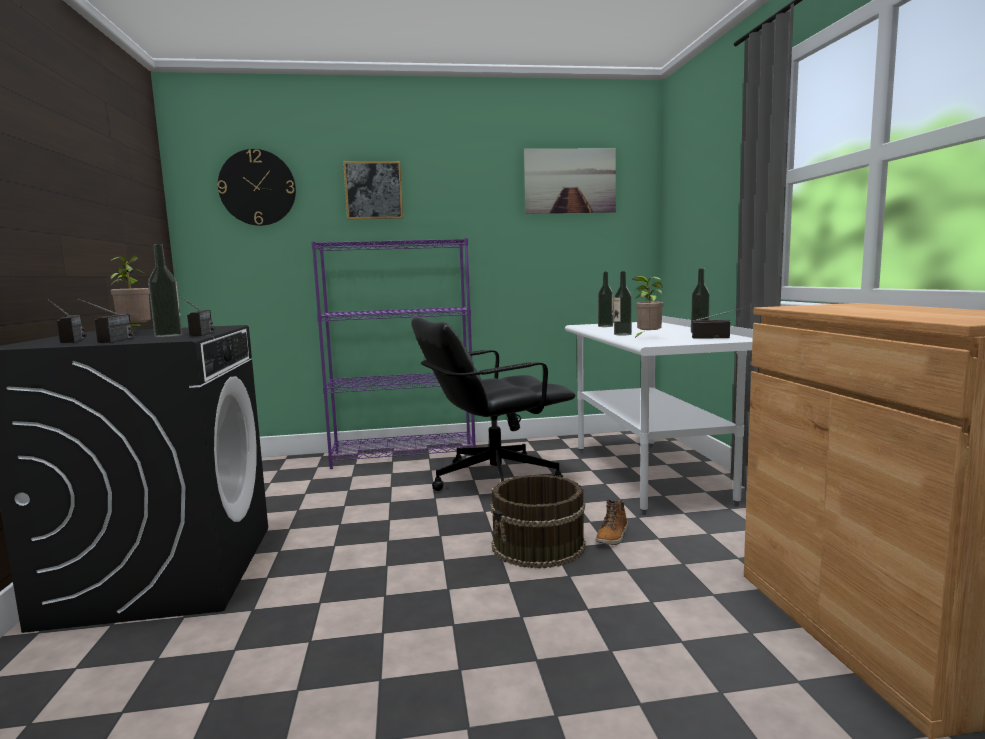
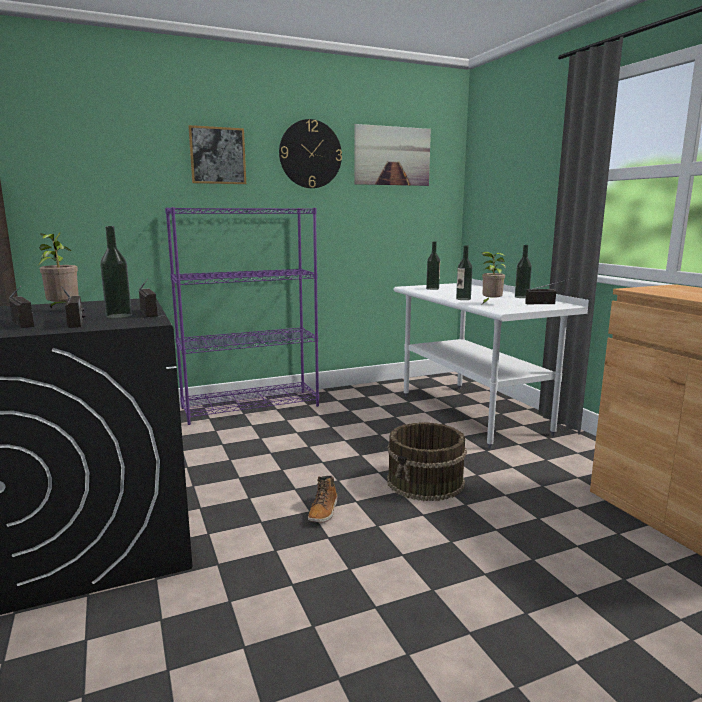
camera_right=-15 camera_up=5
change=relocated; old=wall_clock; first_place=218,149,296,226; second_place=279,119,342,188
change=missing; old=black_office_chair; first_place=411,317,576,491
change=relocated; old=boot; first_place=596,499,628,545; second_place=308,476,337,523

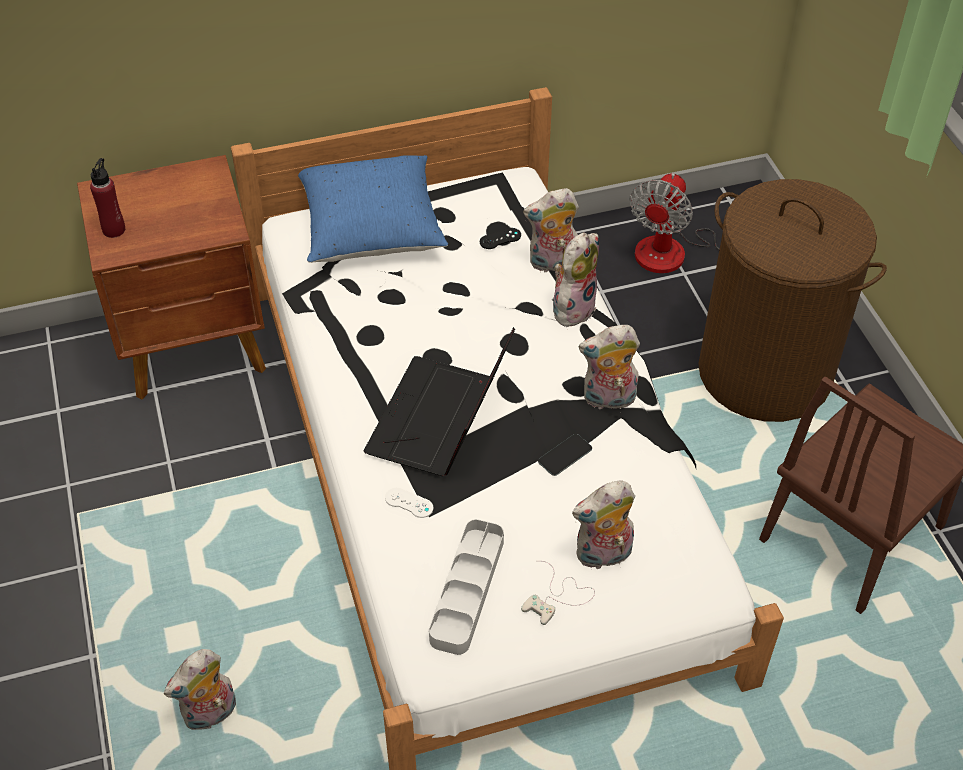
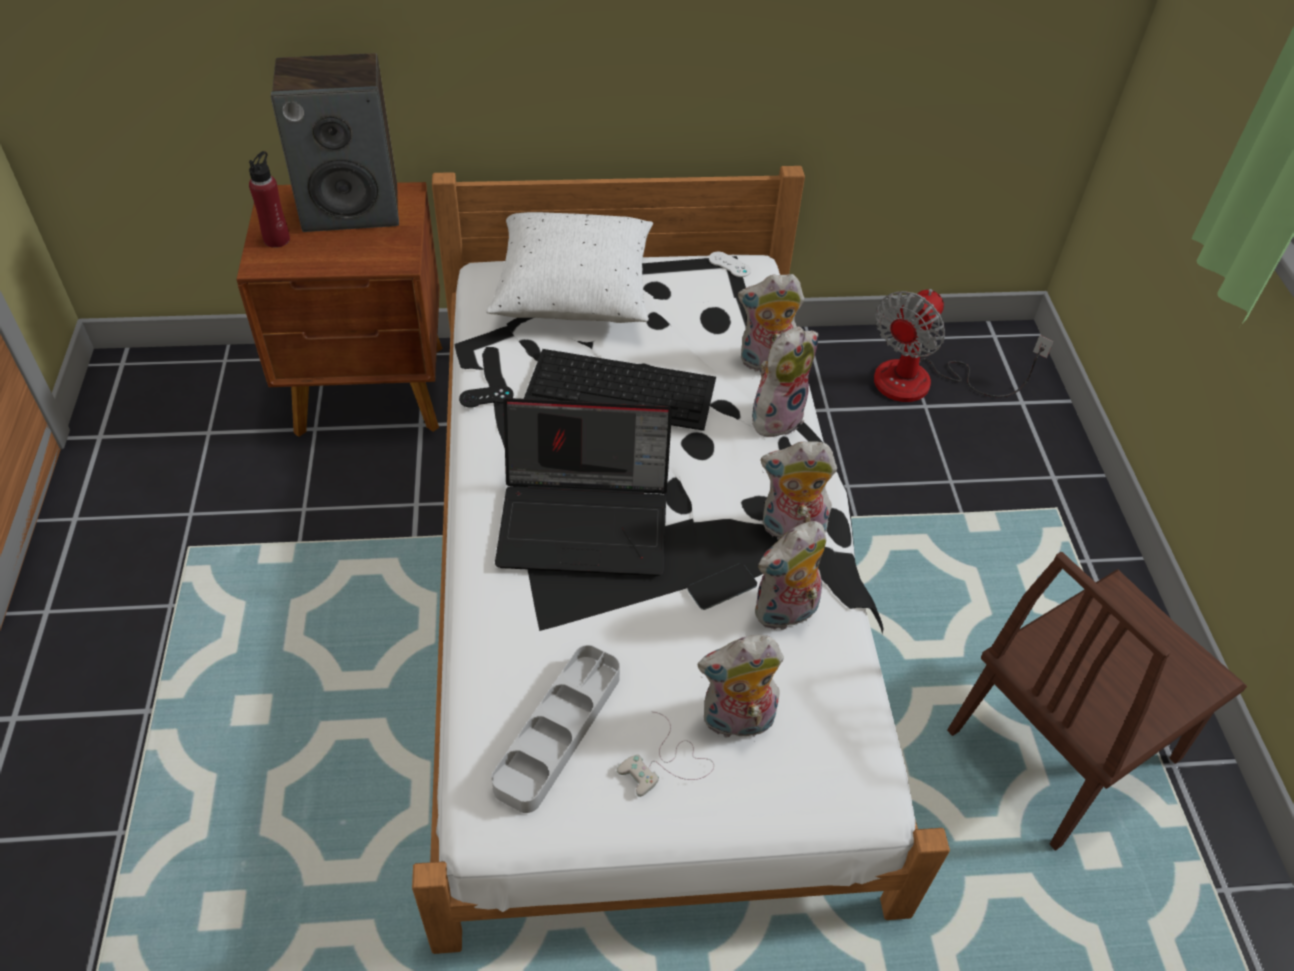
camera_right=10 camera_up=0
change=colour; old=blue_pillow; new=white_pillow; first_place=298,155,448,263; second_place=486,212,653,323
change=missing; old=brown_laundry_basket; first_place=698,179,887,422
change=relocated; old=black_game_controller; first_place=480,228,521,249; second_place=459,386,514,408
change=spun; old=laptop; first_place=364,327,515,476; second_place=495,398,672,576; degrees=-120
change=relocated; old=white_game_controller; first_place=385,488,433,518; second_place=709,252,751,277
change=relocated; old=plush_toy; first_place=164,649,236,730; second_place=755,521,826,630
change=appeared; new=speaker; second_place=271,53,399,232
change=appeared; new=keyboard; second_place=524,349,716,431

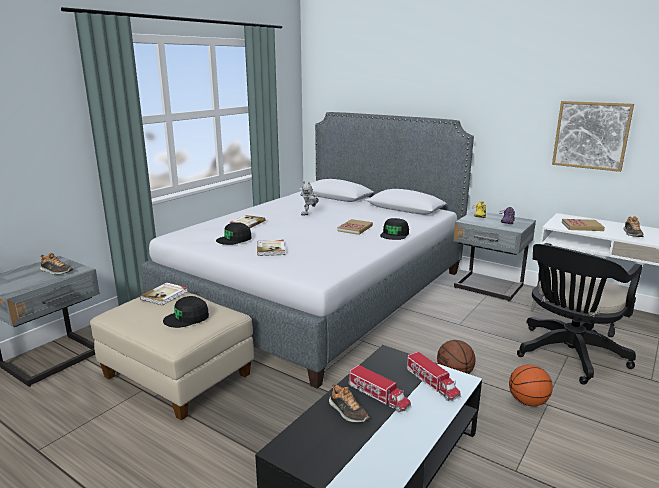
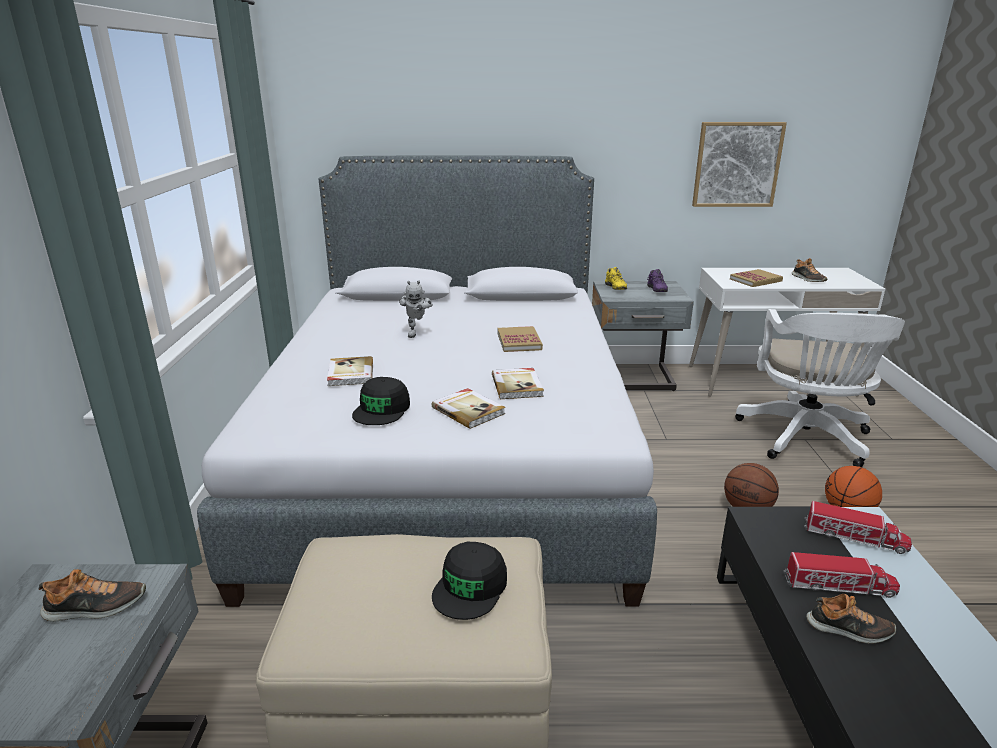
camera_right=-35 camera_up=5
change=missing; old=black_cap; first_place=380,218,409,240
change=colour; old=black_office_chair; new=white_office_chair; first_place=517,243,642,385; second_place=735,309,905,467
change=relocated; old=book; first_place=140,283,188,306; second_place=492,368,544,399

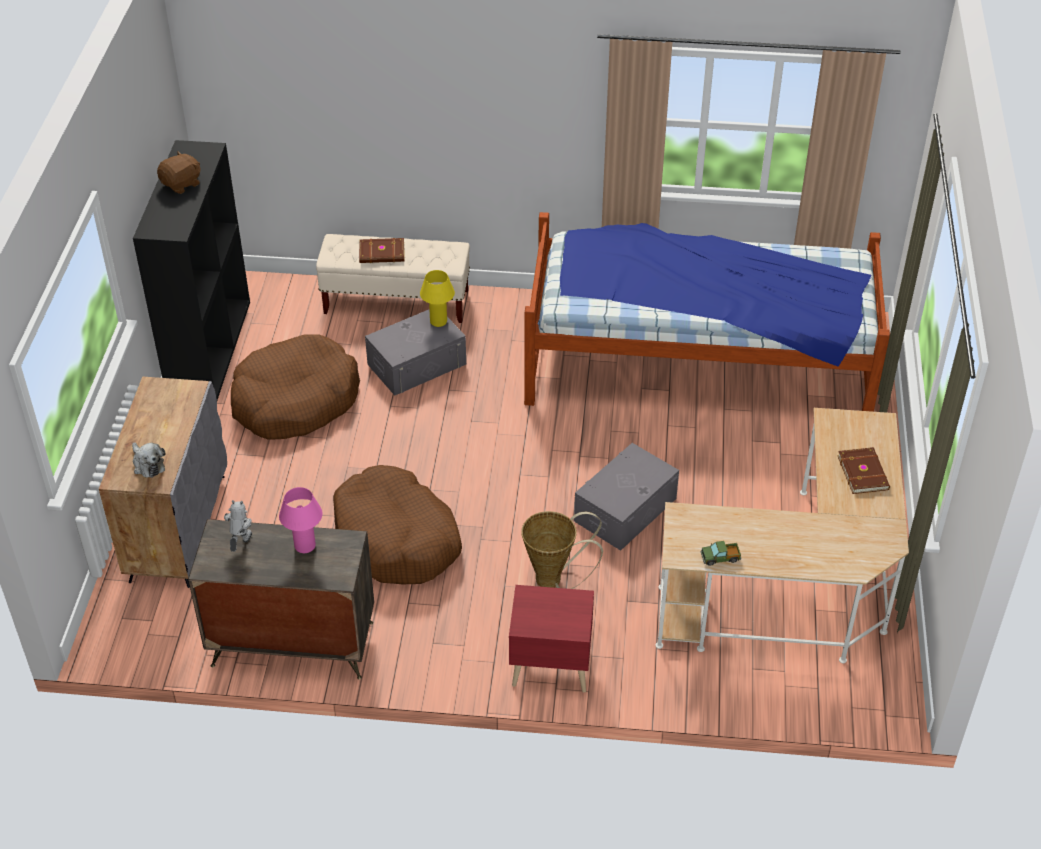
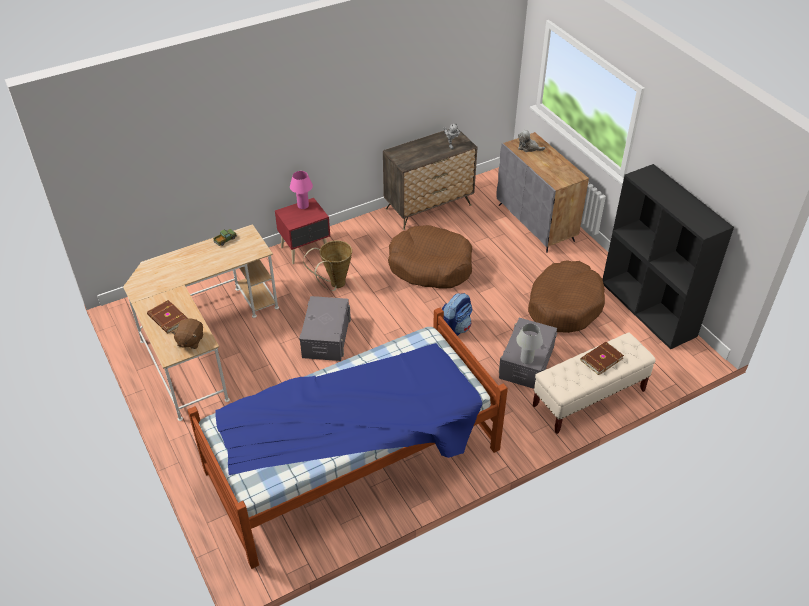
camera_right=145 camera_up=0
change=relocated; old=brown_plush_toy; first_place=157,152,200,194; second_place=172,318,203,349
change=colour; old=yellow_table_lamp; new=white_table_lamp; first_place=420,270,455,327; second_place=516,323,543,364
change=relocated; old=pink_table_lamp; first_place=279,487,323,553; second_place=290,171,313,209
change=appeared; new=backpack; second_place=442,293,472,336

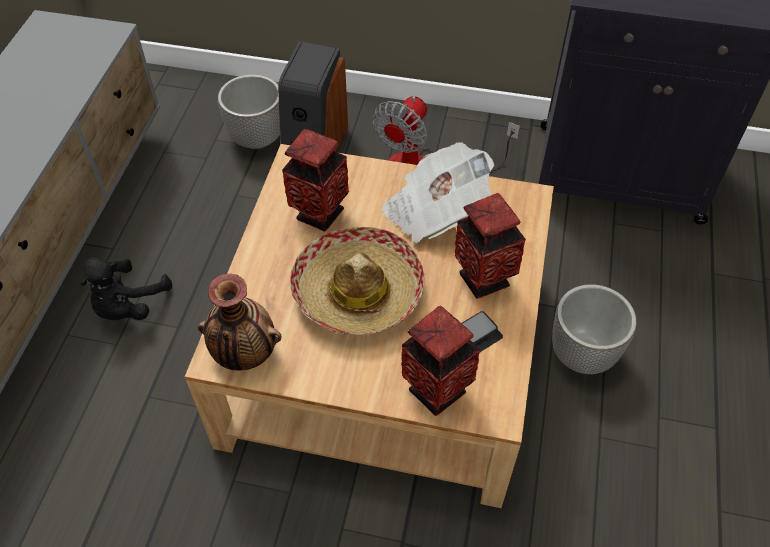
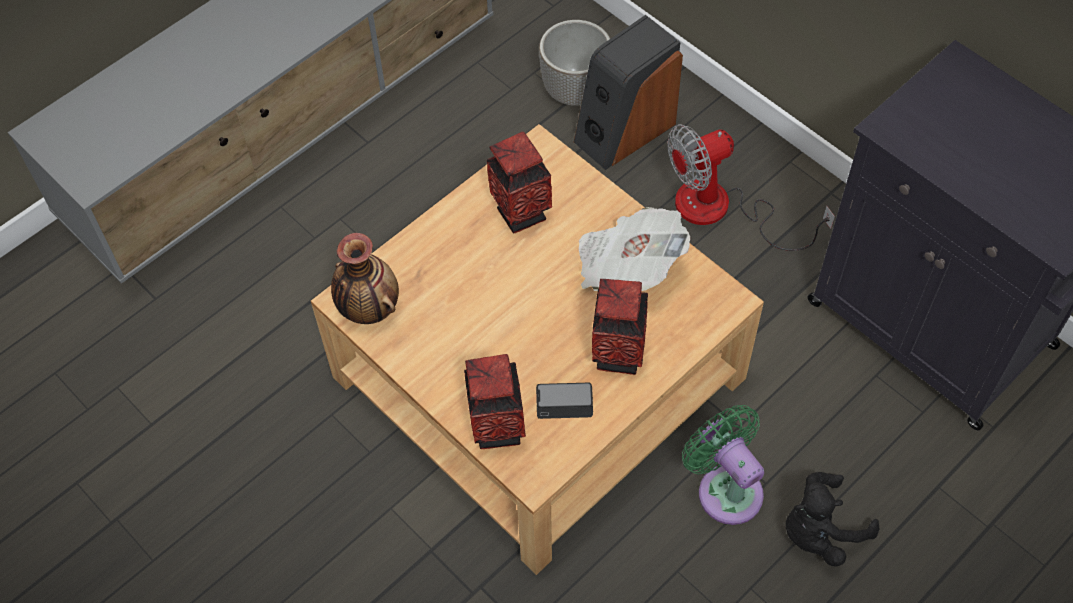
camera_right=35 camera_up=5
change=missing; old=hat; first_place=290,227,425,335
change=relocated; old=black_plush_toy; first_place=80,257,172,320; second_place=786,472,880,567
change=exchanged; old=planter; new=green_fan; first_place=552,284,637,374; second_place=682,405,764,525

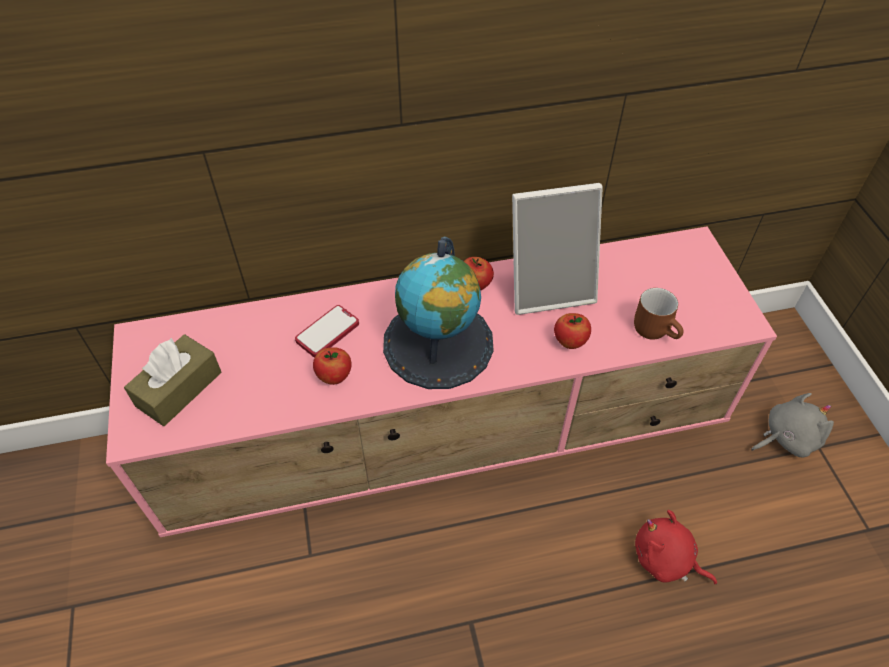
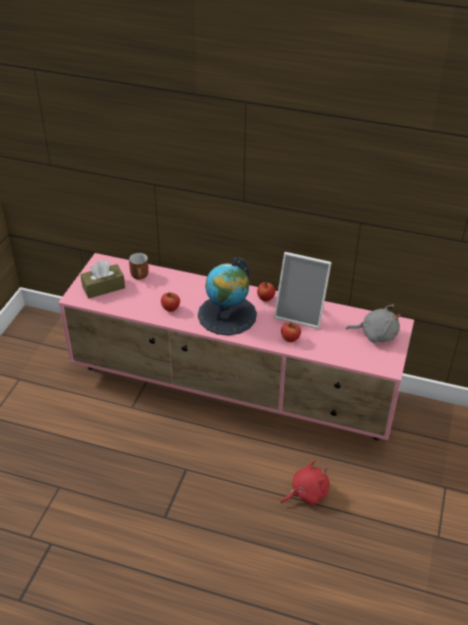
camera_right=30 camera_up=-10
change=relocated; old=brown_mug; first_place=634,288,684,340; second_place=129,253,149,280
change=missing; old=phone; first_place=295,305,359,357
change=relocated; old=grey_plush_toy; first_place=751,393,834,457; second_place=346,305,401,343
change=spun; old=red_plush_toy; first_place=635,510,717,584; second_place=281,460,330,505; degrees=90

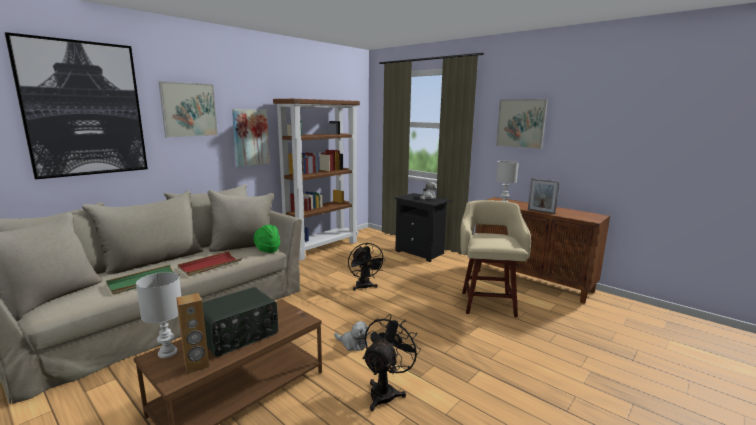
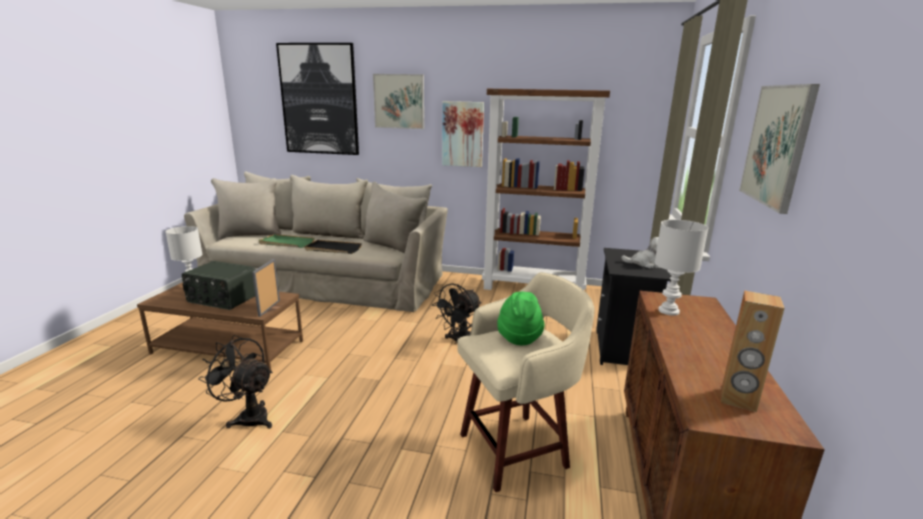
camera_right=60 camera_up=5
change=relocated; old=picture_frame; first_place=528,178,559,214; second_place=252,259,280,317
change=relocated; old=green_hat; first_place=253,225,280,253; second_place=497,291,545,345
change=colour; old=red_tray; new=black_tray; first_place=178,251,242,276; second_place=305,240,362,254
change=relocated; old=brown_speaker; first_place=176,293,209,374; second_place=721,290,785,412
change=spun; old=black_fan; first_place=362,314,421,411; second_place=198,335,273,429; degrees=-150
change=missing; old=plush_toy; first_place=334,321,369,351

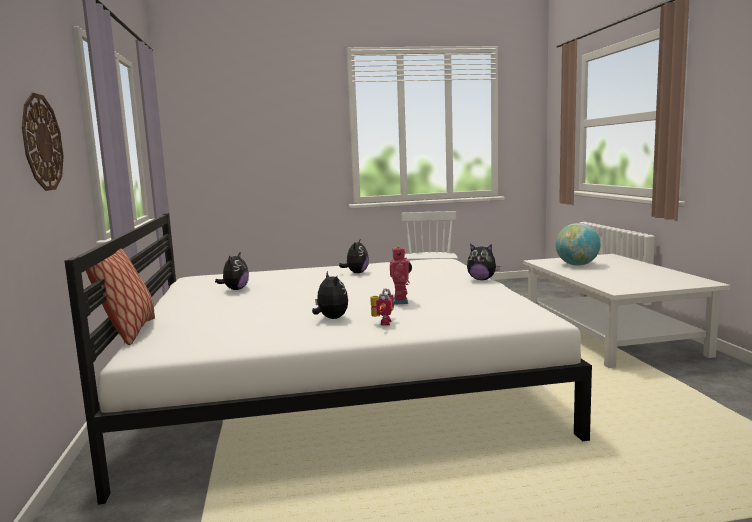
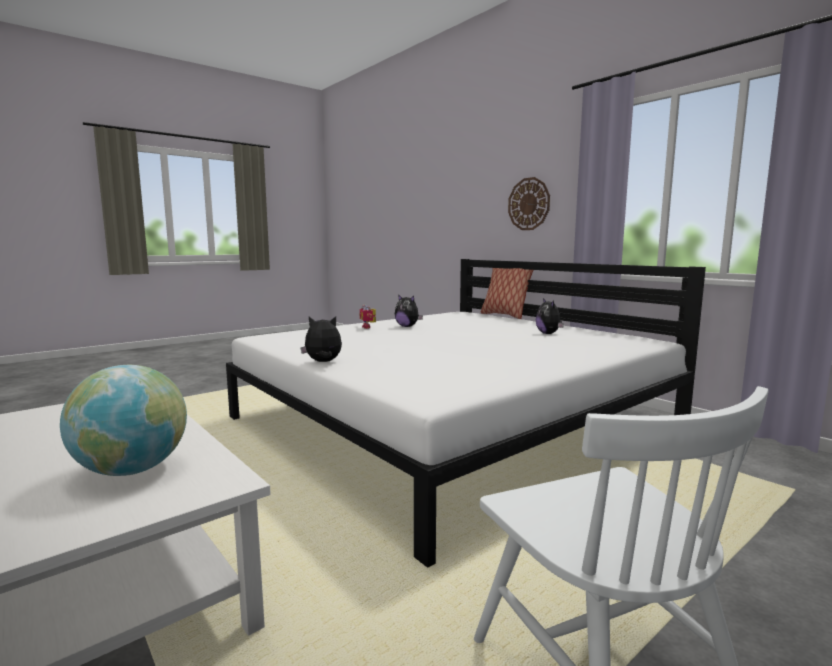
camera_right=150 camera_up=0
change=missing; old=plush_toy; first_place=339,240,369,273
change=missing; old=toy_robot; first_place=390,245,412,305

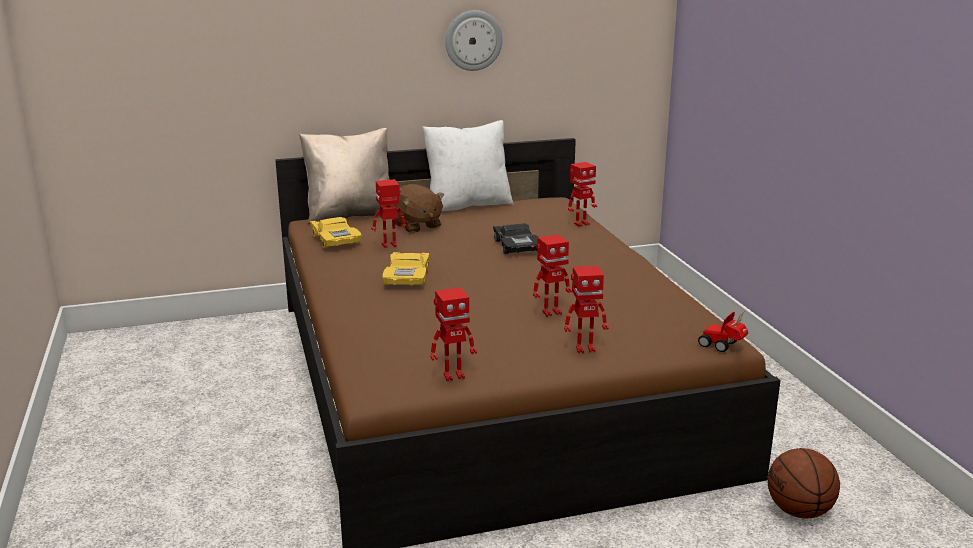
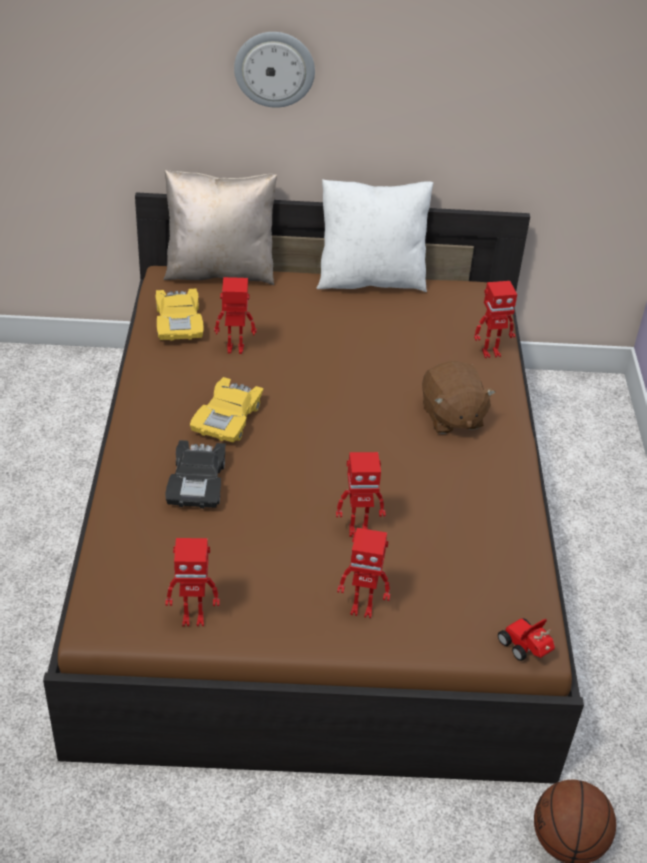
camera_right=15 camera_up=20
change=relocated; old=wall_clock; first_place=445,10,503,71; second_place=234,32,315,108
change=relocated; old=brown_plush_toy; first_place=394,184,444,233; second_place=422,361,496,434
change=relocated; old=black_toy_car; first_place=493,223,538,254; second_place=165,440,226,509

